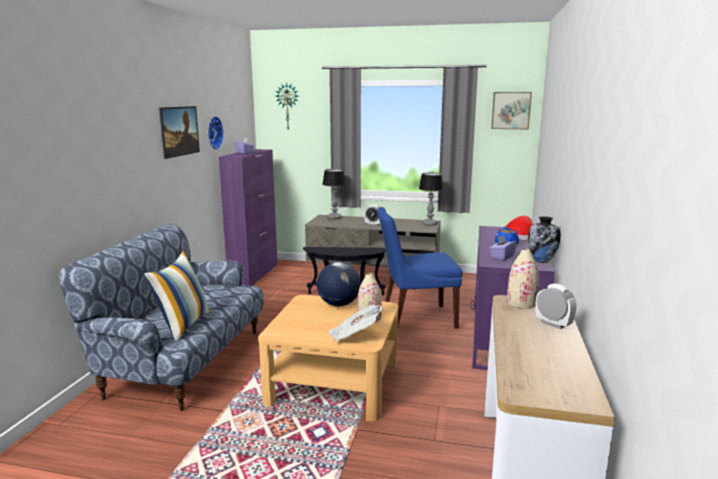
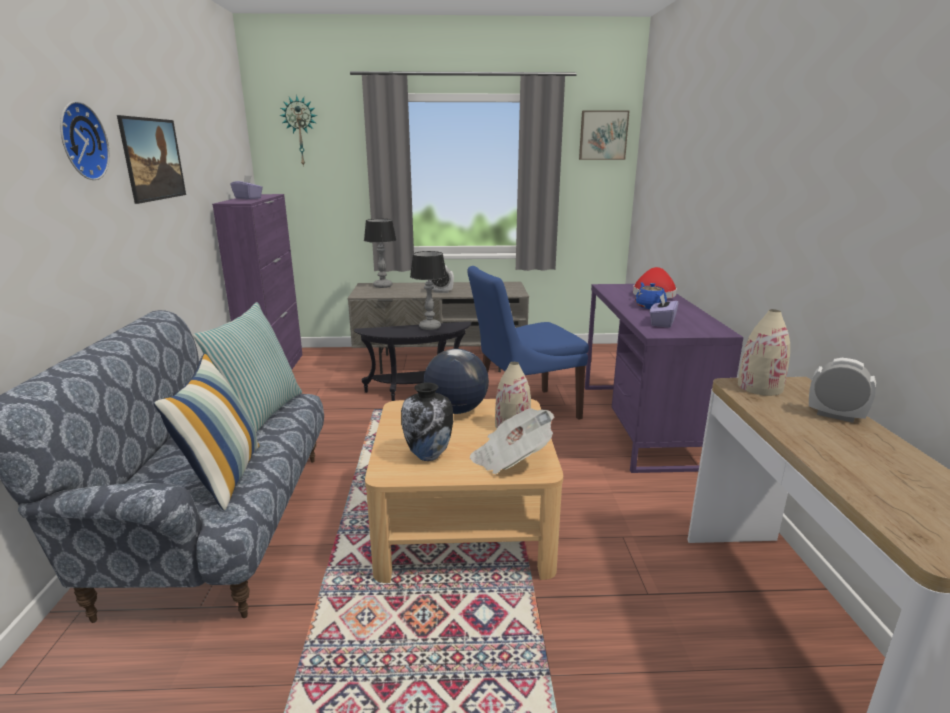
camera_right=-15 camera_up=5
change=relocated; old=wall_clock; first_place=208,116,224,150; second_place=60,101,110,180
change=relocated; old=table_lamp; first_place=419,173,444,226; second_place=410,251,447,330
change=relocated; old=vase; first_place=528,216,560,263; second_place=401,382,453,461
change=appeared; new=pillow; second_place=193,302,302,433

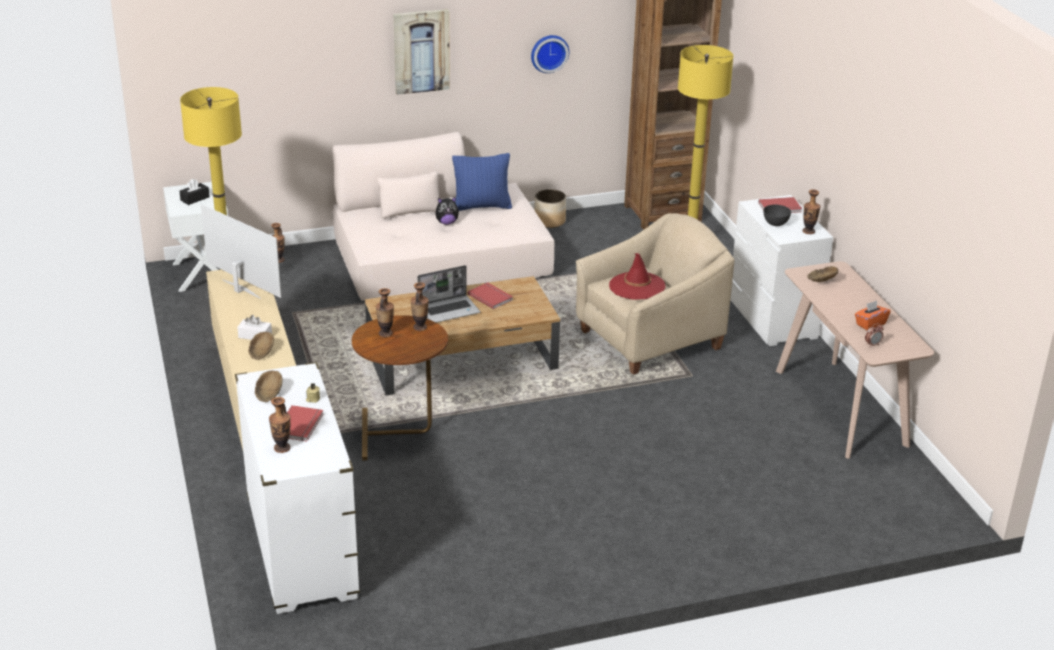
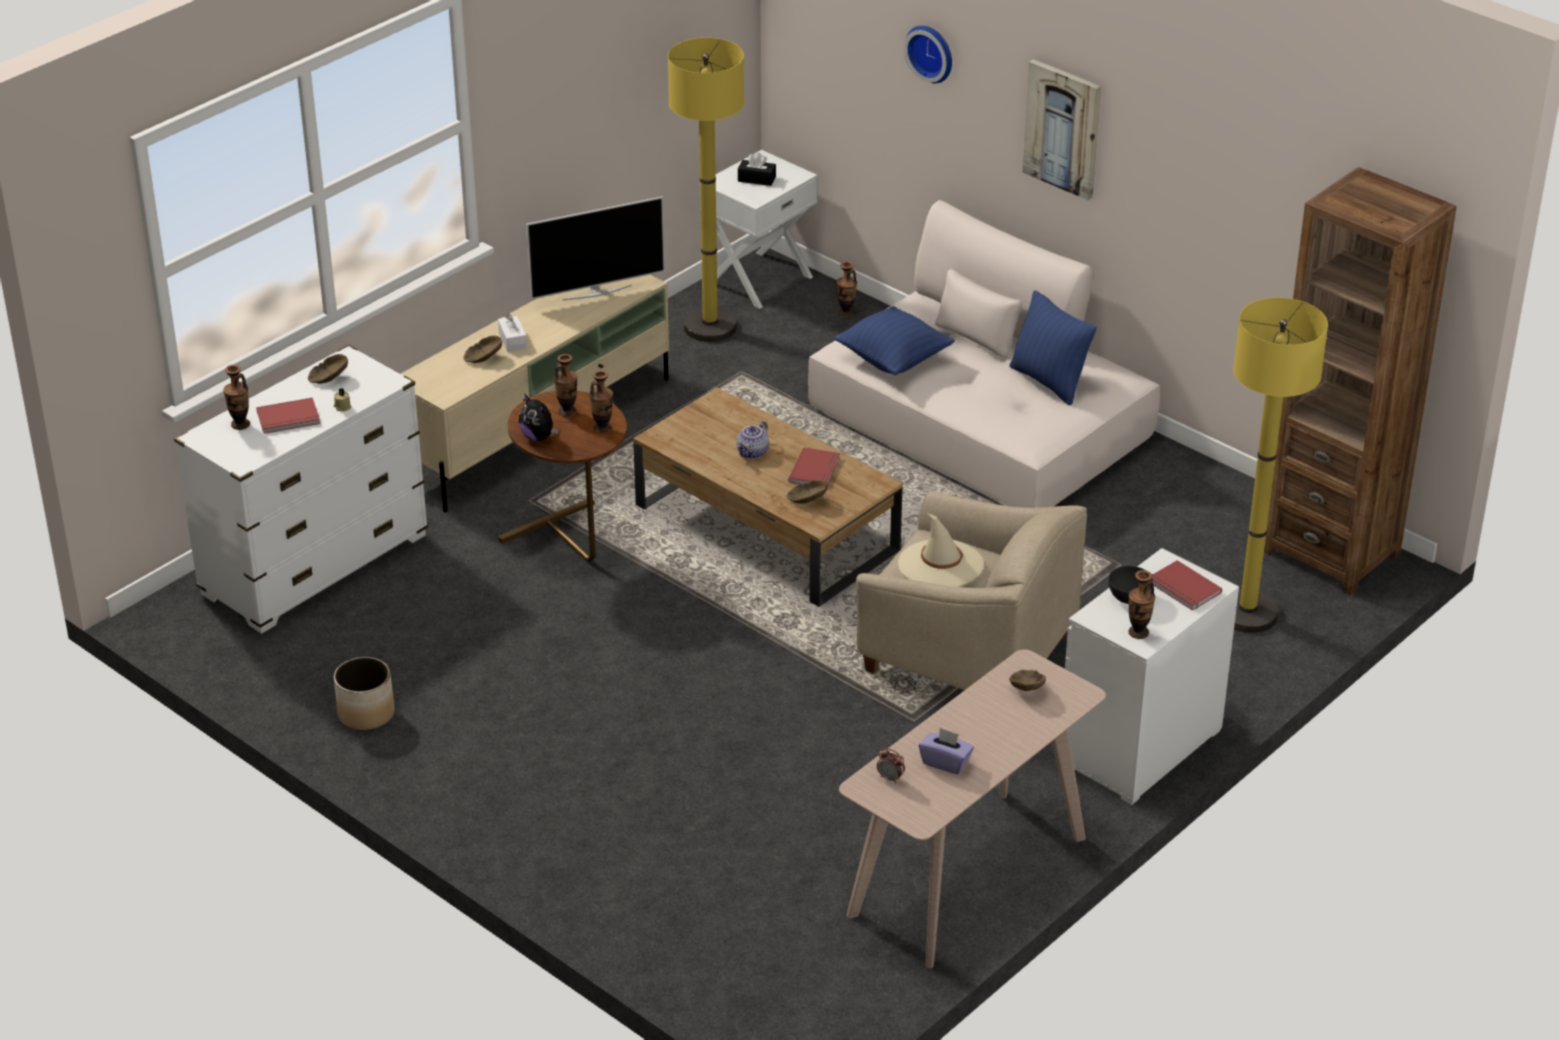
camera_right=60 camera_up=5
change=relocated; old=wall_clock; first_place=531,35,569,73; second_place=904,26,952,83
change=relocated; old=planter; first_place=534,189,566,228; second_place=334,657,395,730
change=relocated; old=plush_toy; first_place=435,197,459,225; second_place=519,393,559,441
change=spun; old=television; first_place=201,204,282,299; second_place=526,196,665,301; degrees=60
change=colour; old=red_hat; new=beige_hat; first_place=609,253,666,300; second_place=898,513,984,587
change=exchanged; old=laptop; new=teapot; first_place=417,265,480,323; second_place=737,421,769,459
change=colour; old=orange_tissue_box; new=purple_tissue_box; first_place=855,301,891,331; second_place=919,728,974,775
change=appeared; new=blue_pillow; second_place=833,306,955,375
change=appeared; new=brown_bowl; second_place=787,480,828,504

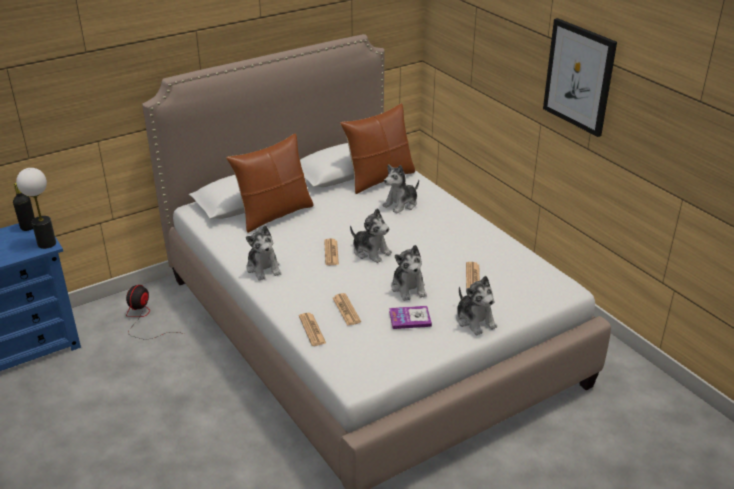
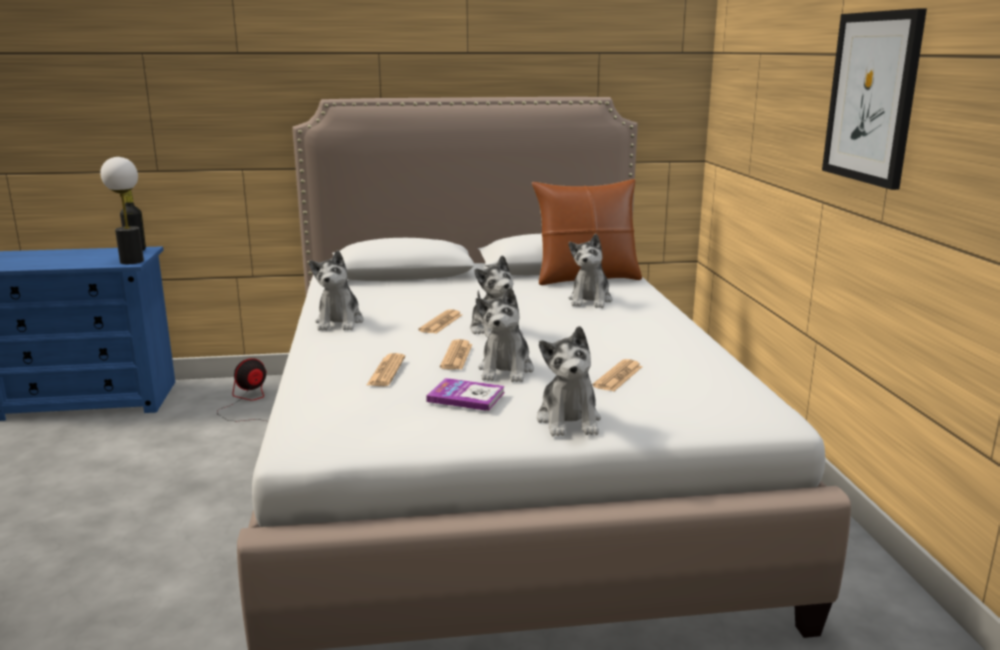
camera_right=25 camera_up=-15
change=missing; old=brown_pillow; first_place=226,133,314,233
change=spun; old=plush_toy; first_place=382,164,419,214; second_place=569,234,612,308; degrees=-60
change=relocated; old=newspaper; first_place=299,313,326,346; second_place=440,339,473,370

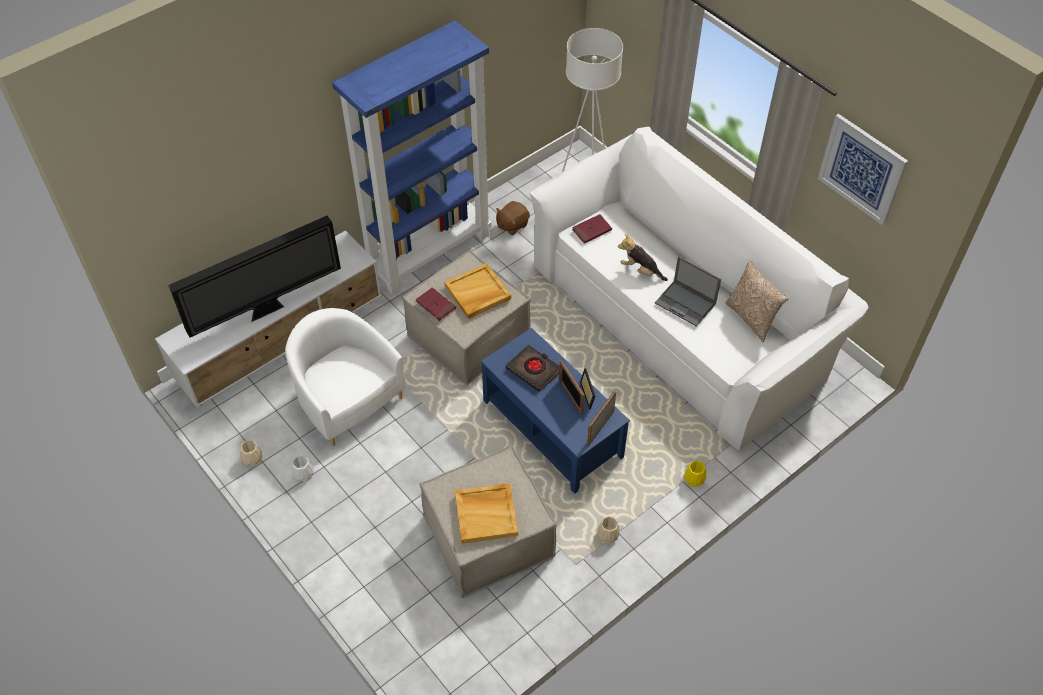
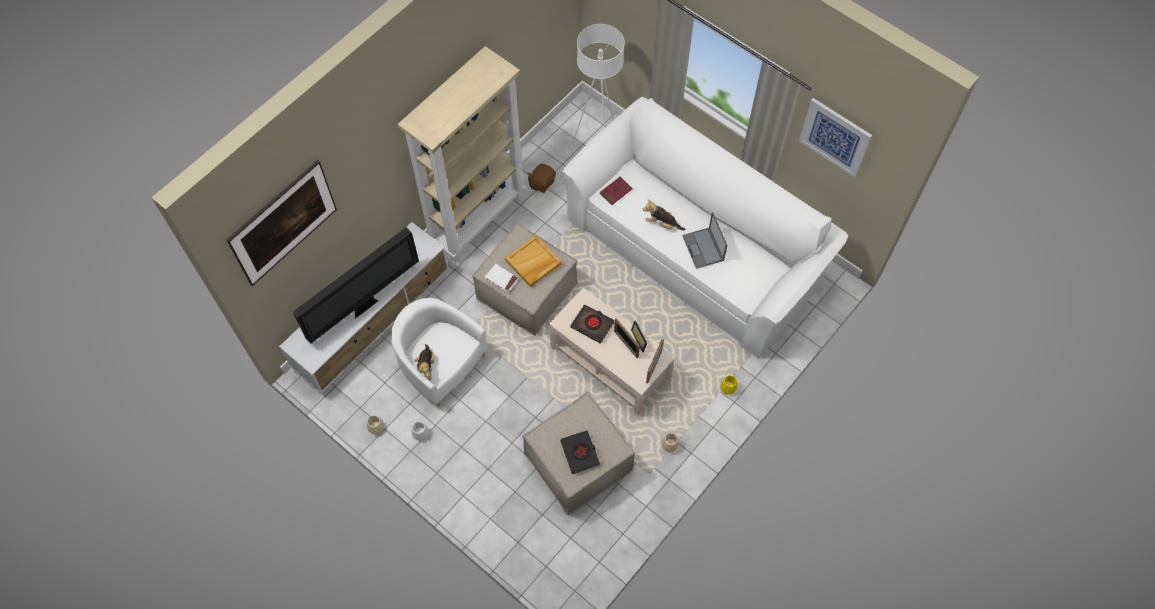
camera_right=-10 camera_up=10
change=colour; old=blue_bookcase; new=beige_bookcase; first_place=332,20,492,294; second_place=398,46,526,263
change=spun; old=laptop; first_place=655,256,721,327; second_place=682,212,728,269; degrees=45
change=missing; old=pillow; first_place=725,261,789,342
change=colour; old=red_book; new=white_book; first_place=416,287,456,321; second_place=485,264,519,293
change=colour; old=blue_coffee_table; new=beige_coffee_table; first_place=481,328,630,494; second_place=549,288,676,415
change=exchanged; old=beige_tray; new=black_book; first_place=455,483,518,544; second_place=560,430,600,474
change=appeared; new=picture; second_place=227,160,337,286
change=appeared; new=plush_toy; second_place=414,344,435,380

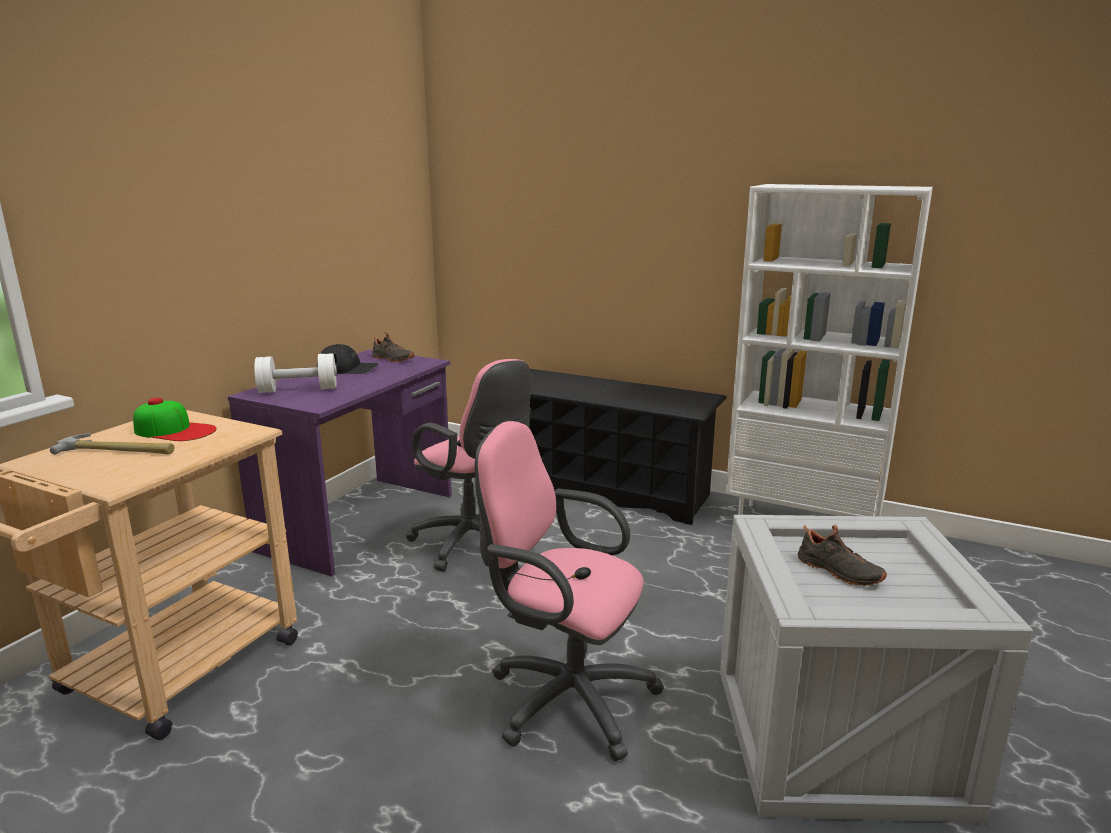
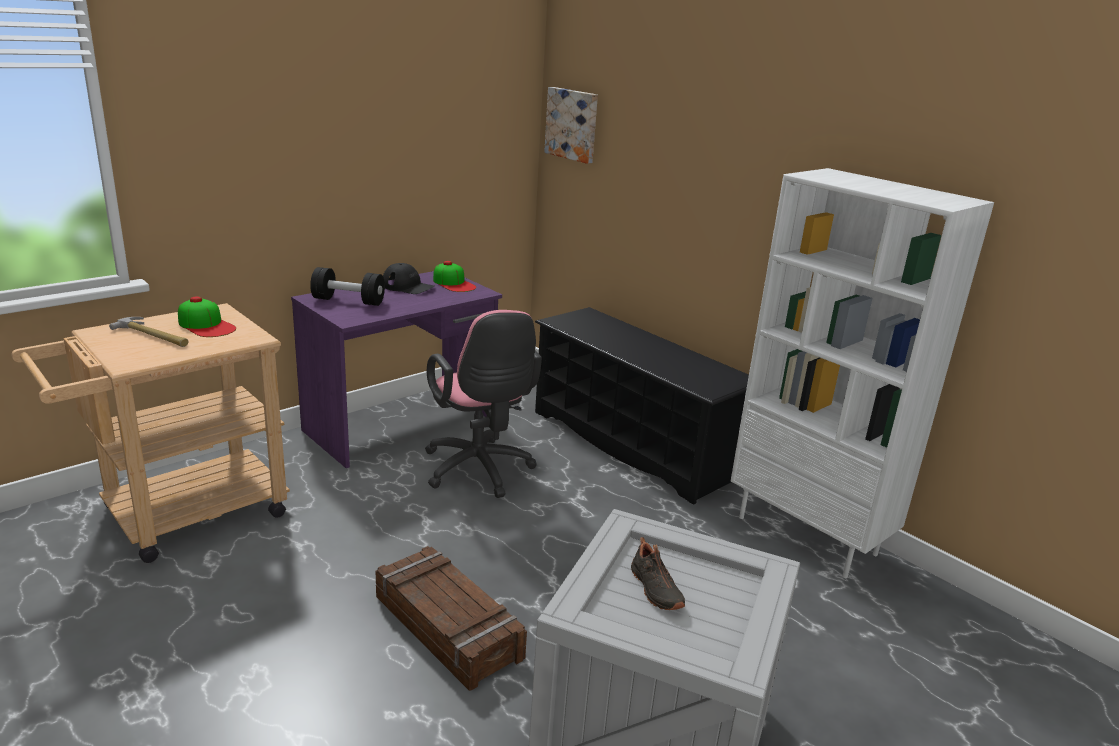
camera_right=20 camera_up=5
change=exchanged; old=black_shoe; new=cap; first_place=372,331,415,362; second_place=433,261,476,292
change=colour; old=white_dumbbell; new=black_dumbbell; first_place=254,353,337,393; second_place=310,267,385,306
change=exchanged; old=pink_office_chair; new=crate; first_place=475,421,664,761; second_place=376,546,527,691
change=appeared; new=picture; second_place=544,87,598,164

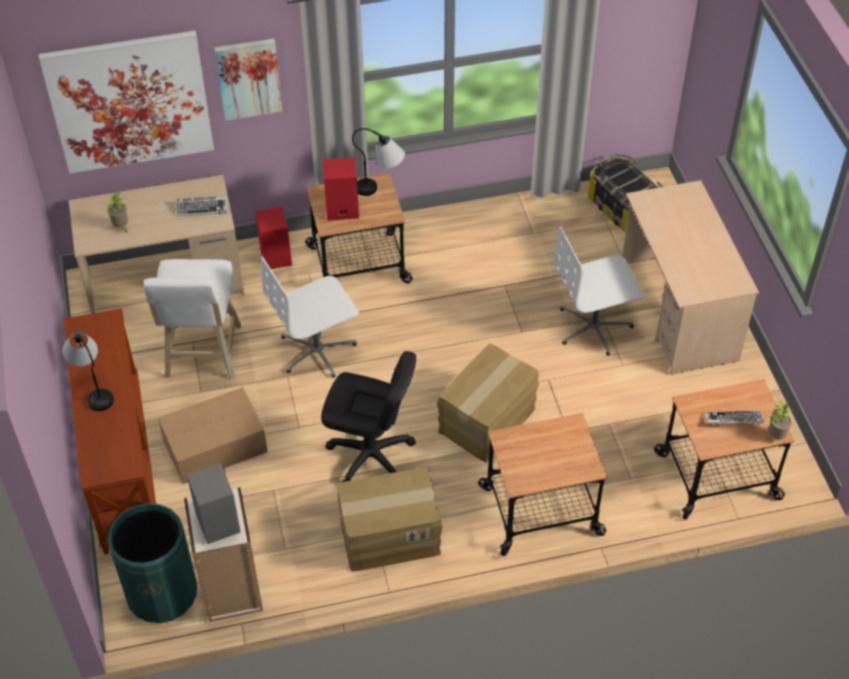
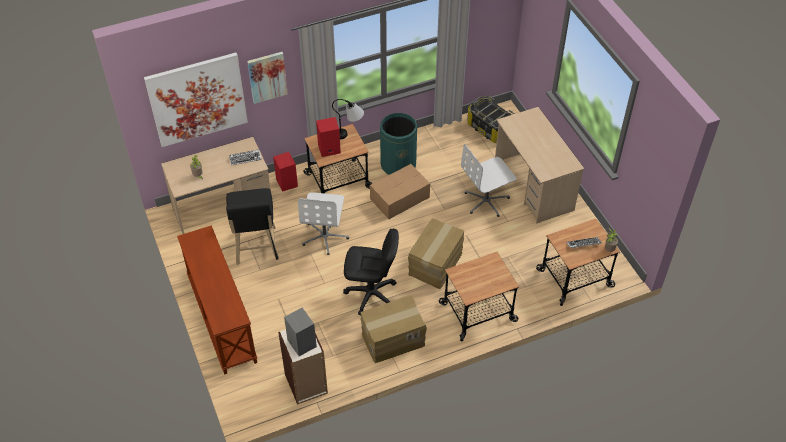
camera_right=-10 camera_up=0
change=spun; old=white_office_chair; first_place=261,256,359,378; second_place=298,192,349,255; degrees=-45
change=colour; old=white_stool; new=black_stool; first_place=144,259,241,378; second_place=226,188,279,265
change=missing; old=table_lamp; first_place=62,332,114,411
change=relocated; old=cardboard_box; first_place=158,387,268,484; second_place=370,164,430,219
change=relocated; old=green_trash_can; first_place=108,503,197,623; second_place=380,113,417,175

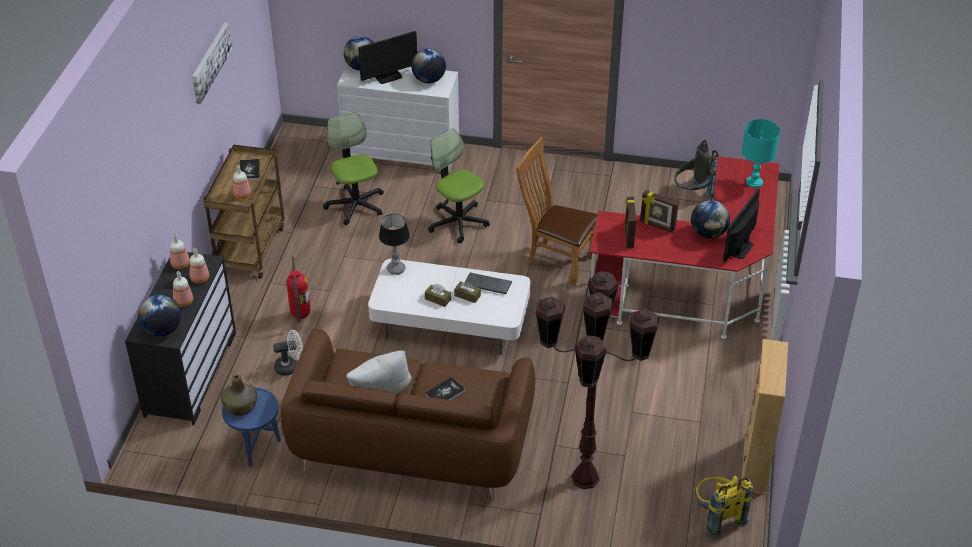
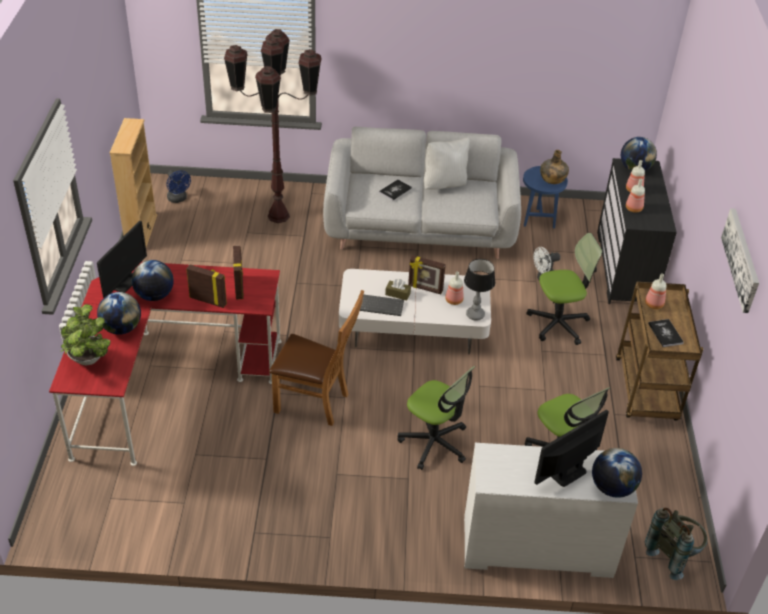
camera_right=170 camera_up=0
change=relocated; old=globe; first_place=411,48,446,83; second_place=97,292,141,335
change=exchanged; old=turquoise_table_lamp; new=potted_plant; first_place=742,119,780,188; second_place=60,304,111,365
change=relocated; old=grey_backpack; first_place=674,140,720,199; second_place=645,508,708,580
change=relocated; old=bottle; first_place=170,234,190,269; second_place=445,272,464,305
change=exchanged; old=fire_extinguisher; new=office_chair; first_place=287,257,310,323; second_place=526,233,603,345
change=exchanged; old=brown_tissue_box; new=picture_frame; first_place=425,284,451,307; second_place=408,255,446,294
change=colour; old=brown_sofa; new=grey_sofa; first_place=281,328,535,500; second_place=323,127,521,259
change=exchanged; old=yellow_backpack; new=blue_fan; first_place=695,476,754,537; second_place=166,170,191,203

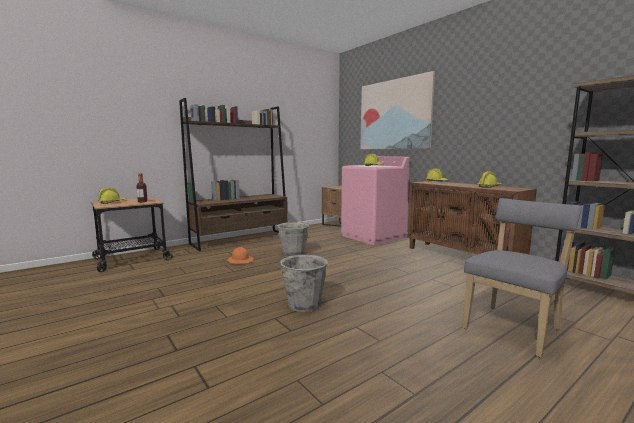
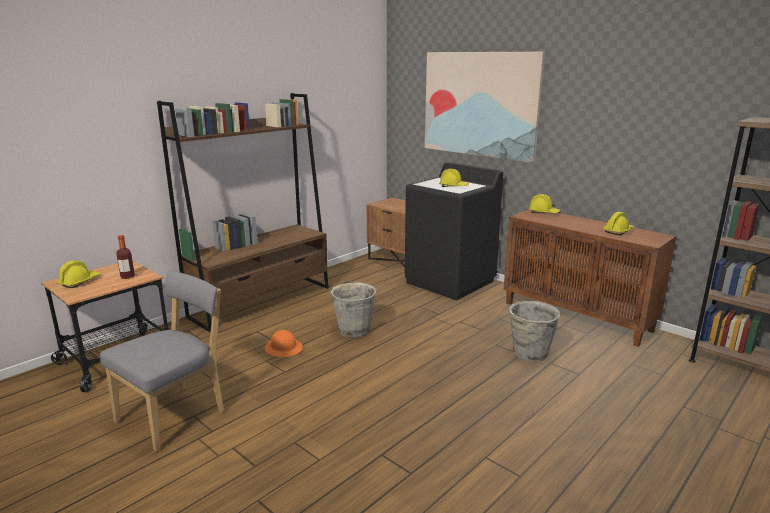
camera_right=-10 camera_up=10
change=colour; old=pink_washing_machine; new=black_washing_machine; first_place=341,156,410,245; second_place=405,162,503,300
change=relocated; old=grey_chair; first_place=462,198,582,357; second_place=100,270,224,452
change=relocated; old=grey_bucket; first_place=275,255,328,312; second_place=507,301,560,362

